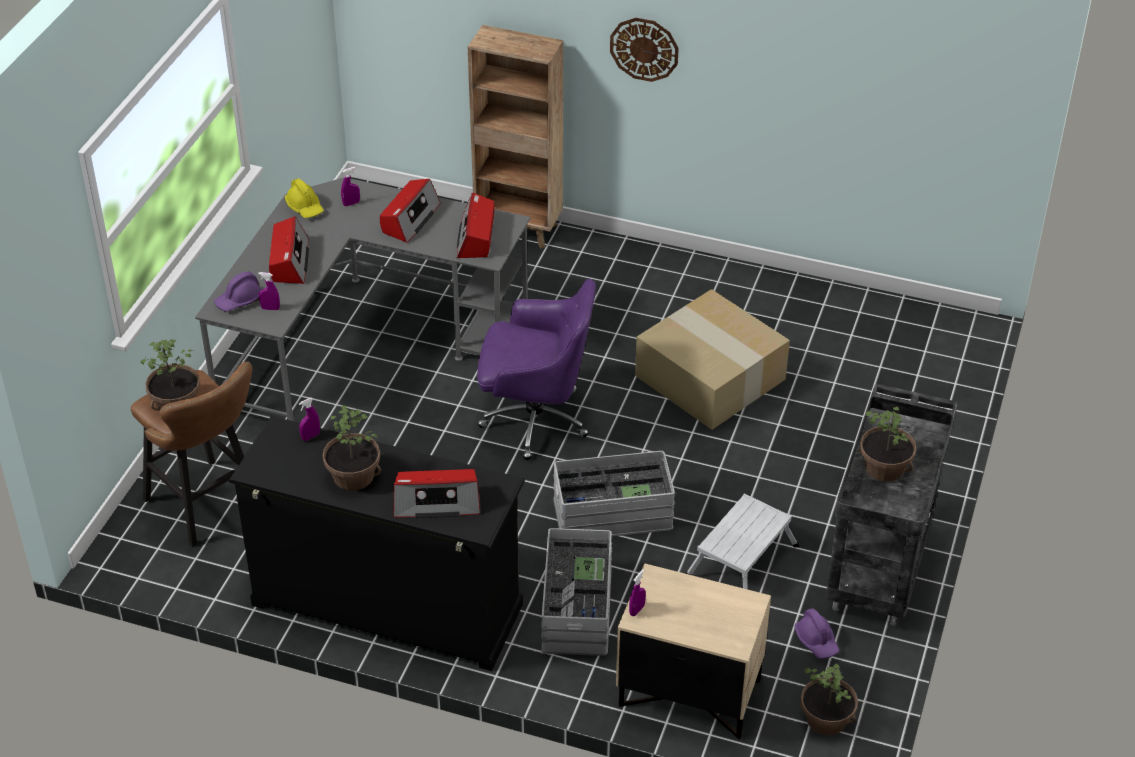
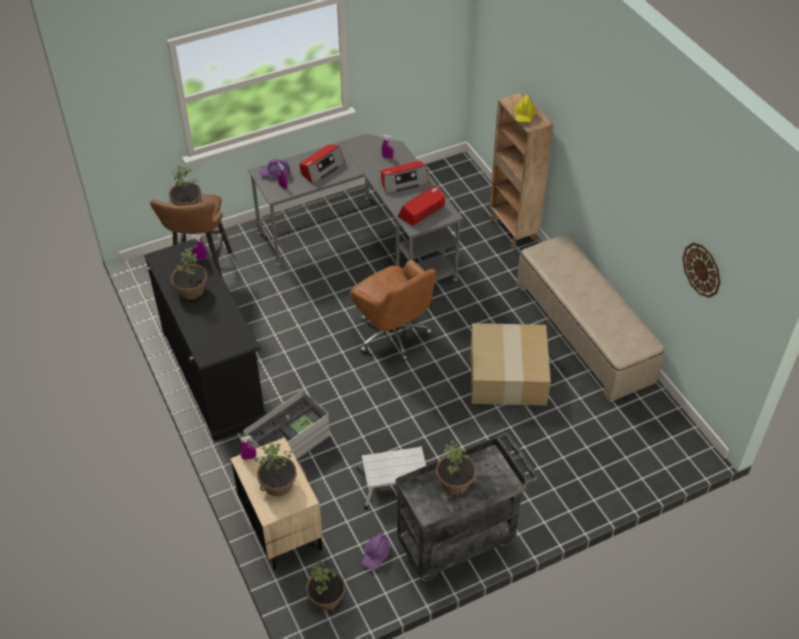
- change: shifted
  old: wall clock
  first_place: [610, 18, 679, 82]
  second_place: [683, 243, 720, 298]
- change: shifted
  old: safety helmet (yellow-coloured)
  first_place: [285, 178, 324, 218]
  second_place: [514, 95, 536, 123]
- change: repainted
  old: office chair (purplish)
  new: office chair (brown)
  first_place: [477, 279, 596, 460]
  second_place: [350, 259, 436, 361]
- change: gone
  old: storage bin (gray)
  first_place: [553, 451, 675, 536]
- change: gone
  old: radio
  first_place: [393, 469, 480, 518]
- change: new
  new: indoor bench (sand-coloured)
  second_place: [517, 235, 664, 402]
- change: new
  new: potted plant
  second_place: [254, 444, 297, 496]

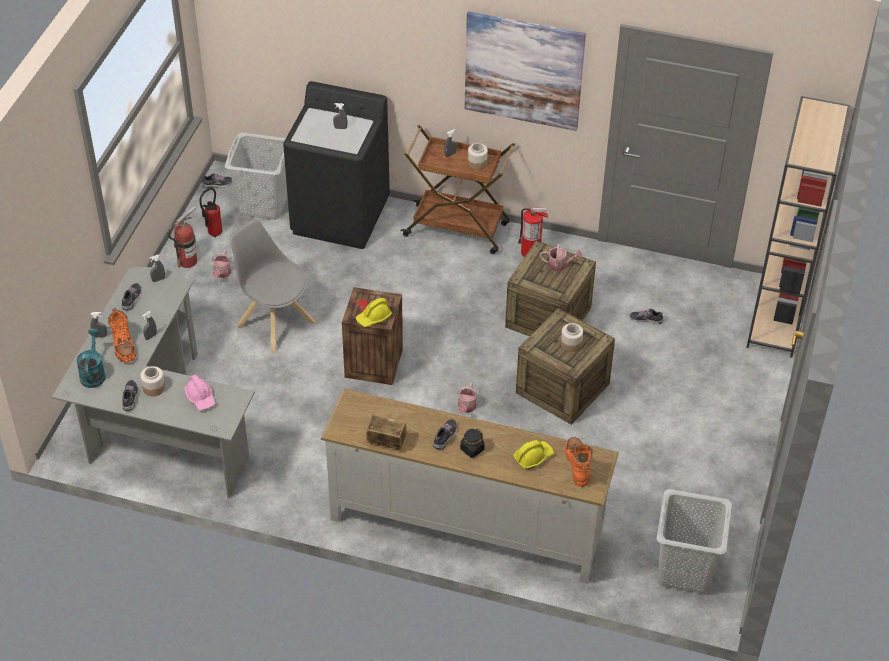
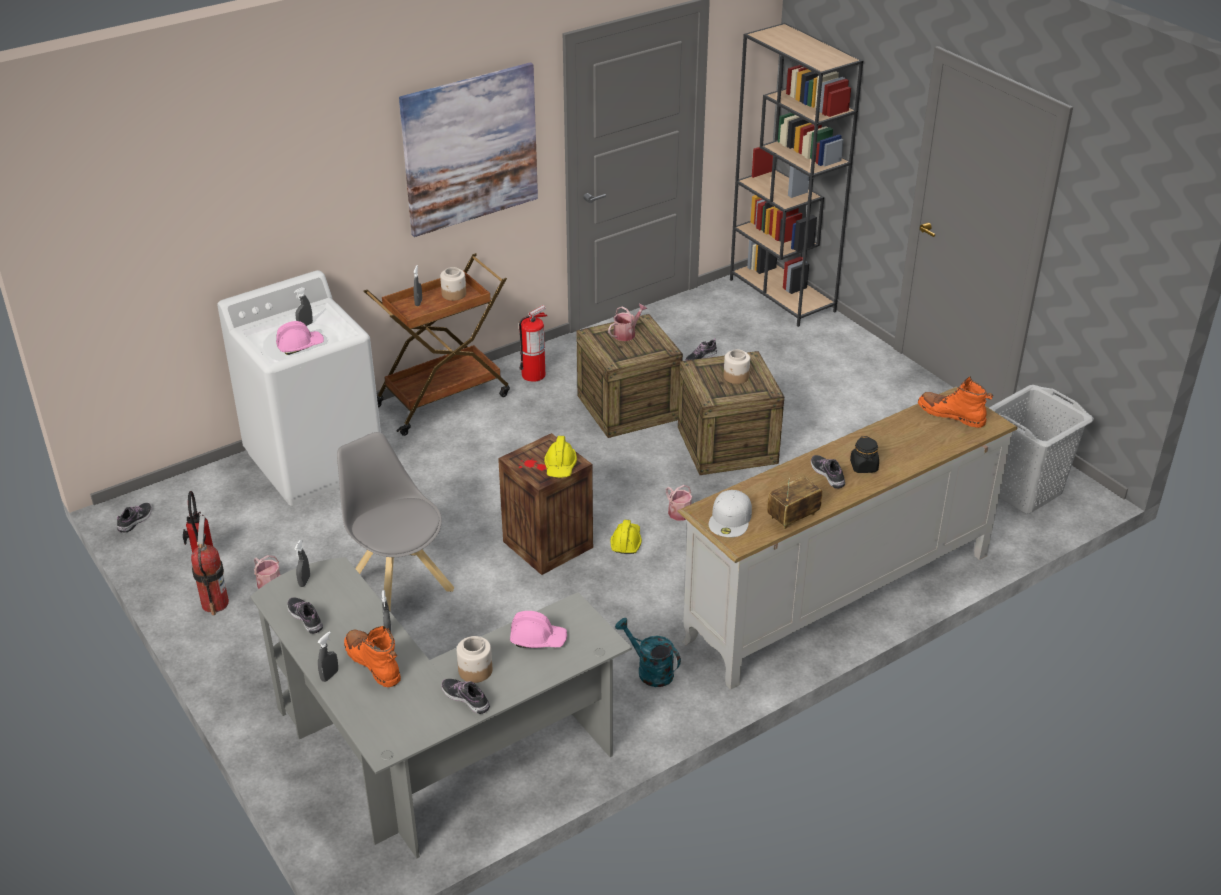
- change: repainted
  old: laundry machine (black)
  new: laundry machine (whitish)
  first_place: [283, 81, 390, 249]
  second_place: [217, 270, 381, 506]
- change: gone
  old: laundry basket (gray)
  first_place: [225, 132, 287, 220]
- change: rotated
  old: chair (gray)
  first_place: [230, 219, 315, 353]
  second_place: [337, 432, 454, 611]
  degrees: 60
- change: rotated
  old: boot (orange-coloured)
  first_place: [108, 308, 136, 363]
  second_place: [344, 626, 401, 687]
  degrees: -150
- change: shifted
  old: watering pot (blue-green)
  first_place: [76, 329, 106, 388]
  second_place: [615, 618, 681, 687]
- change: shifted
  old: safety helmet (yellow-coloured)
  first_place: [514, 440, 554, 469]
  second_place: [610, 520, 642, 554]
- change: new
  new: safety helmet (pinkish)
  second_place: [276, 321, 324, 355]
- change: new
  new: peaked cap (whitish)
  second_place: [709, 490, 752, 537]

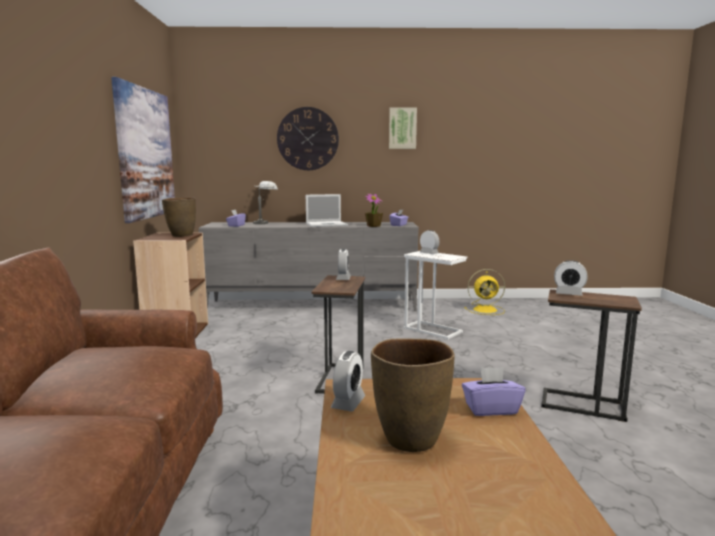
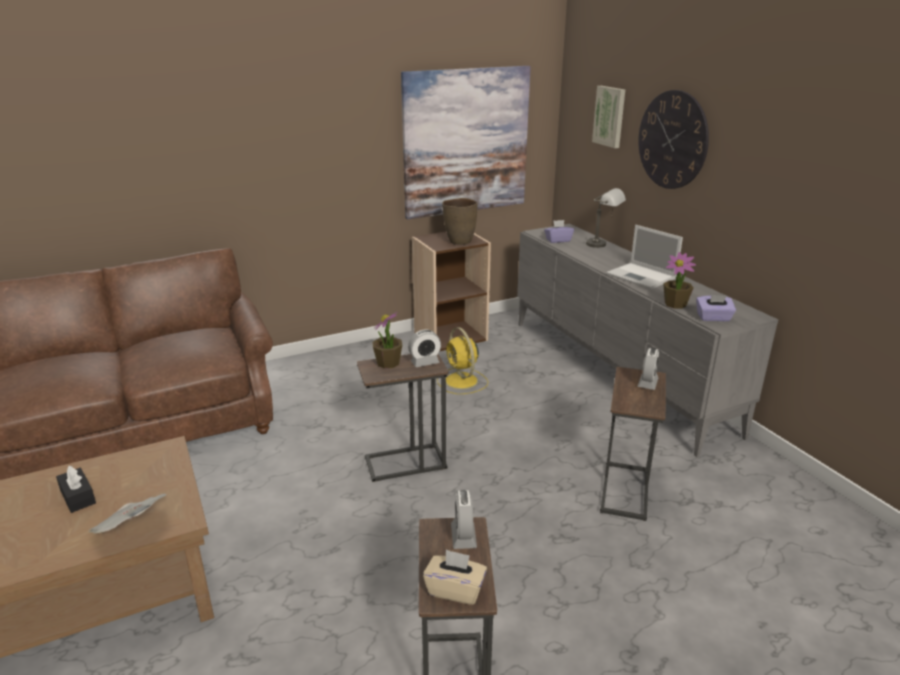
- change: shifted
  old: wall art
  first_place: [389, 107, 417, 149]
  second_place: [592, 86, 625, 148]
- change: repainted
  old: accent table (whitish)
  new: accent table (brown)
  first_place: [404, 251, 467, 340]
  second_place: [600, 367, 666, 521]
- change: shifted
  old: fan (yellow-coloured)
  first_place: [465, 269, 505, 315]
  second_place: [437, 327, 488, 394]
- change: swapped
  old: decorative vase (brown)
  new: tissue box (black)
  first_place: [371, 338, 455, 452]
  second_place: [56, 466, 96, 513]
- change: gone
  old: table clock
  first_place: [331, 351, 365, 412]
- change: swapped
  old: tissue box (purplish)
  new: daily paper
  first_place: [462, 367, 526, 416]
  second_place: [89, 493, 166, 533]
- change: new
  new: potted plant
  second_place: [372, 311, 402, 369]
- change: new
  new: tissue box (sand-coloured)
  second_place: [423, 549, 487, 605]

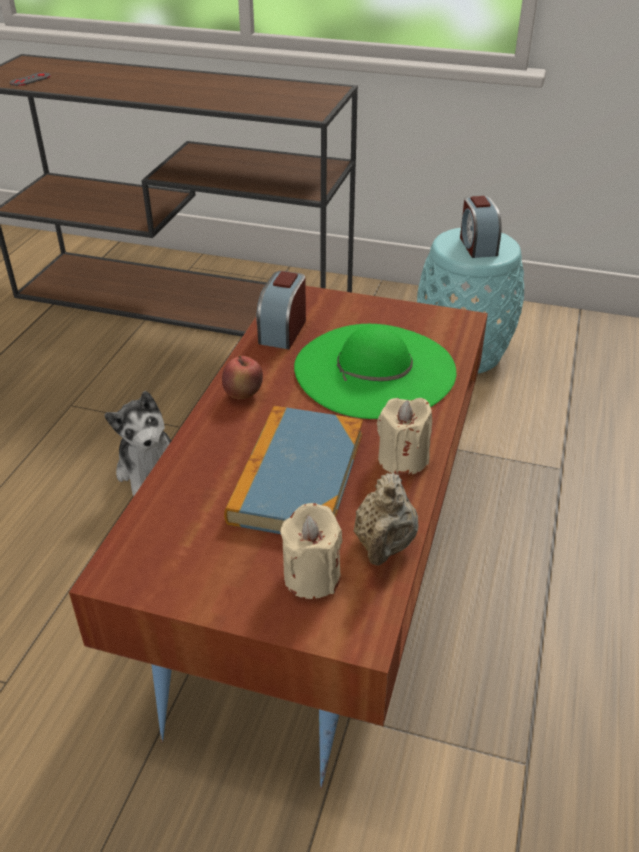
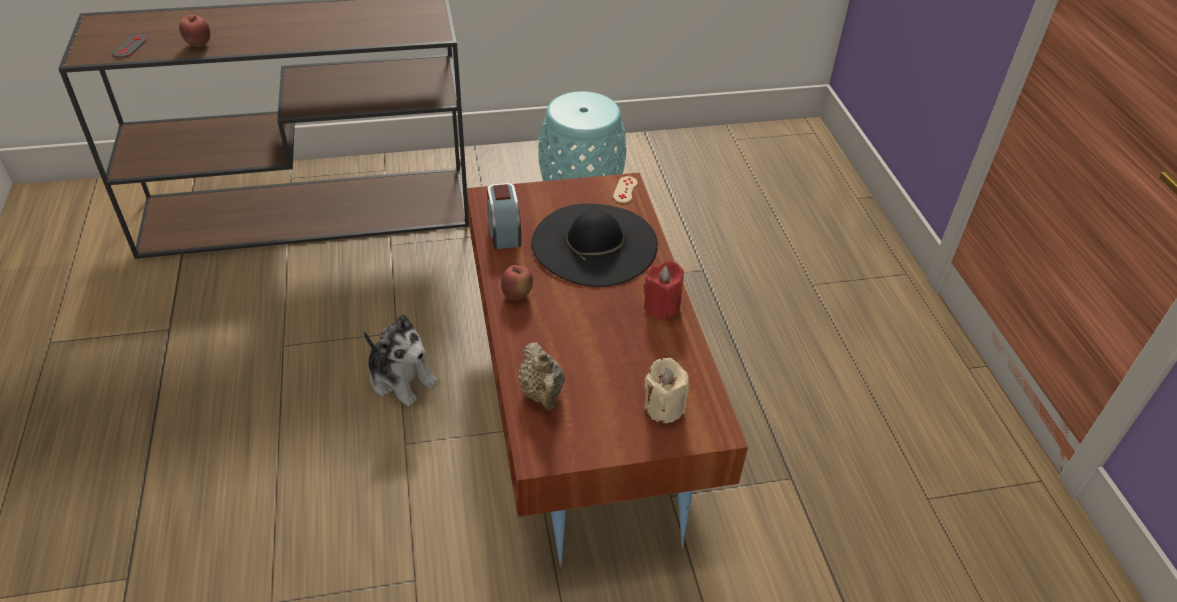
- change: gone
  old: table clock
  first_place: [460, 196, 502, 258]
- change: repainted
  old: clothing hat (greenish)
  new: clothing hat (black)
  first_place: [294, 324, 456, 419]
  second_place: [531, 204, 658, 287]
- change: repainted
  old: wax light (sand-coloured)
  new: wax light (red)
  first_place: [377, 398, 432, 475]
  second_place: [644, 261, 684, 320]
- change: gone
  old: book
  first_place: [224, 406, 363, 534]
- change: shifted
  old: teapot (sand-coloured)
  first_place: [354, 473, 418, 565]
  second_place: [518, 342, 565, 410]
- change: new
  new: apple
  second_place: [179, 15, 210, 47]
- change: new
  new: gamepad (sand-coloured)
  second_place: [613, 176, 638, 203]

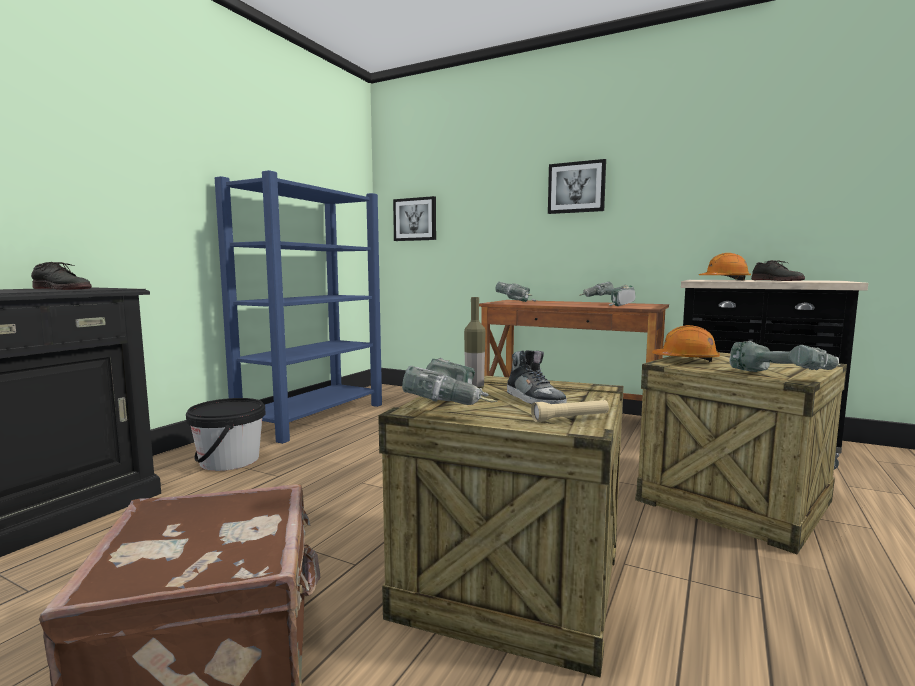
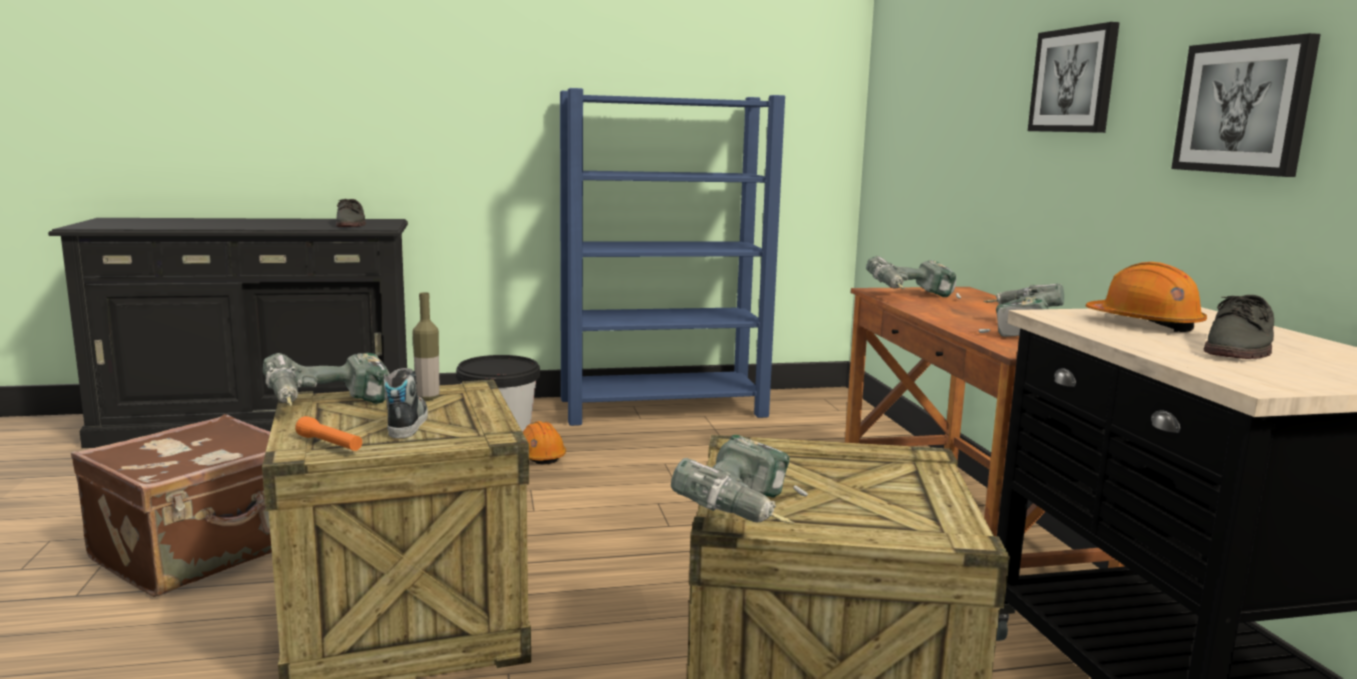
- change: shifted
  old: wall art
  first_place: [393, 196, 436, 241]
  second_place: [1171, 33, 1321, 177]
- change: shifted
  old: safety helmet (orange-coloured)
  first_place: [652, 325, 720, 362]
  second_place: [523, 421, 566, 464]
- change: rotated
  old: low shoe
  first_place: [507, 350, 567, 404]
  second_place: [383, 368, 428, 439]
  degrees: 150
- change: repainted
  old: torch (sand-coloured)
  new: torch (orange-coloured)
  first_place: [531, 400, 609, 422]
  second_place: [295, 416, 362, 451]

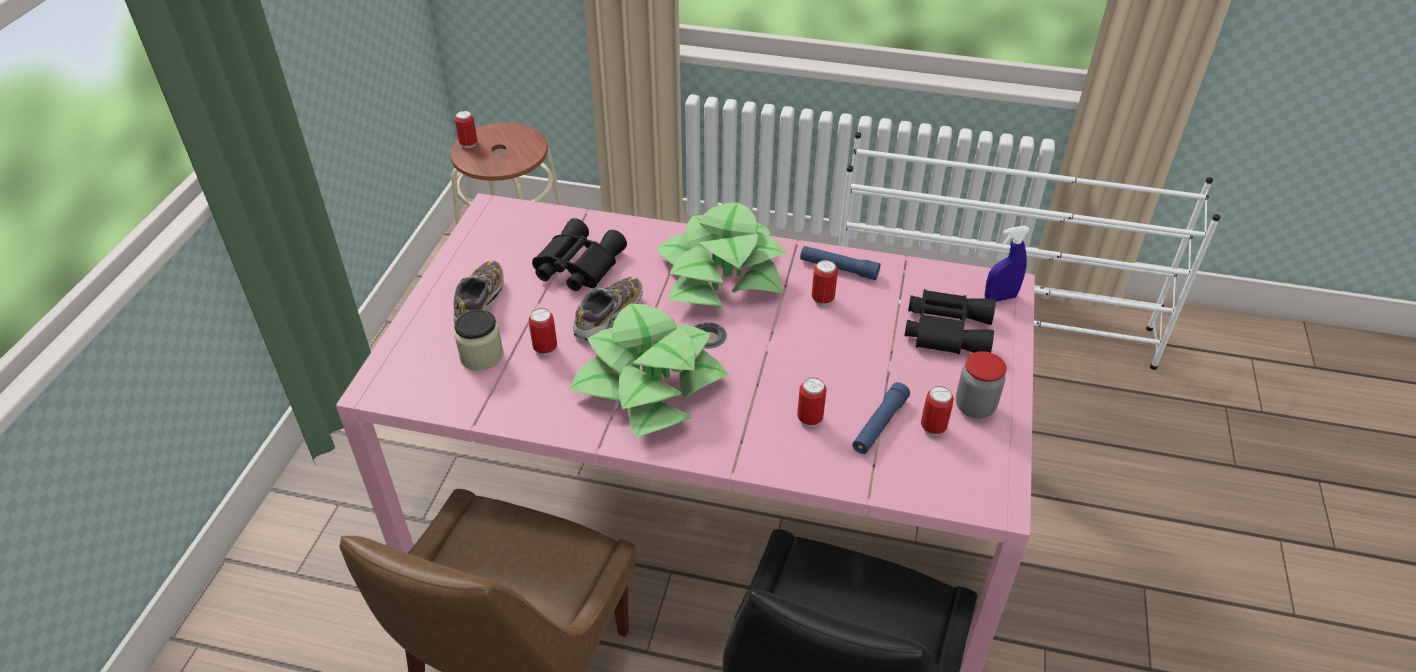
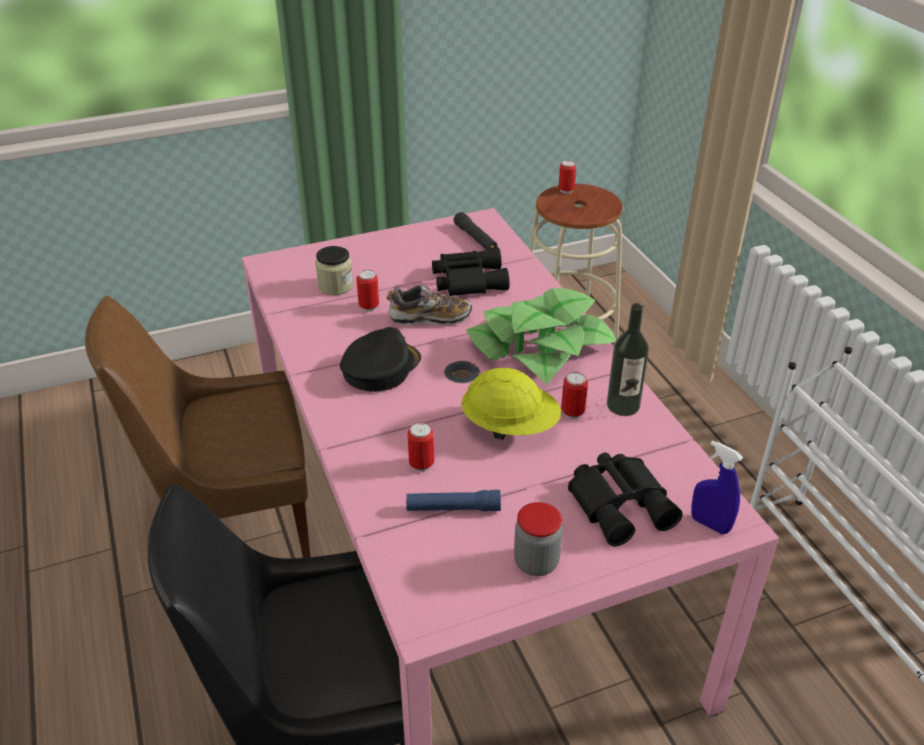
- change: swapped
  old: torch (blue)
  new: drink bottle
  first_place: [800, 246, 880, 280]
  second_place: [607, 303, 649, 416]
- change: gone
  old: low shoe
  first_place: [453, 260, 504, 325]
- change: swapped
  old: potted plant
  new: peaked cap (black)
  first_place: [569, 304, 729, 437]
  second_place: [340, 327, 421, 392]
- change: gone
  old: metal can
  first_place: [921, 386, 954, 435]
- change: new
  new: torch (black)
  second_place: [454, 212, 497, 250]
- change: new
  new: safety helmet (yellow-coloured)
  second_place: [461, 368, 561, 440]

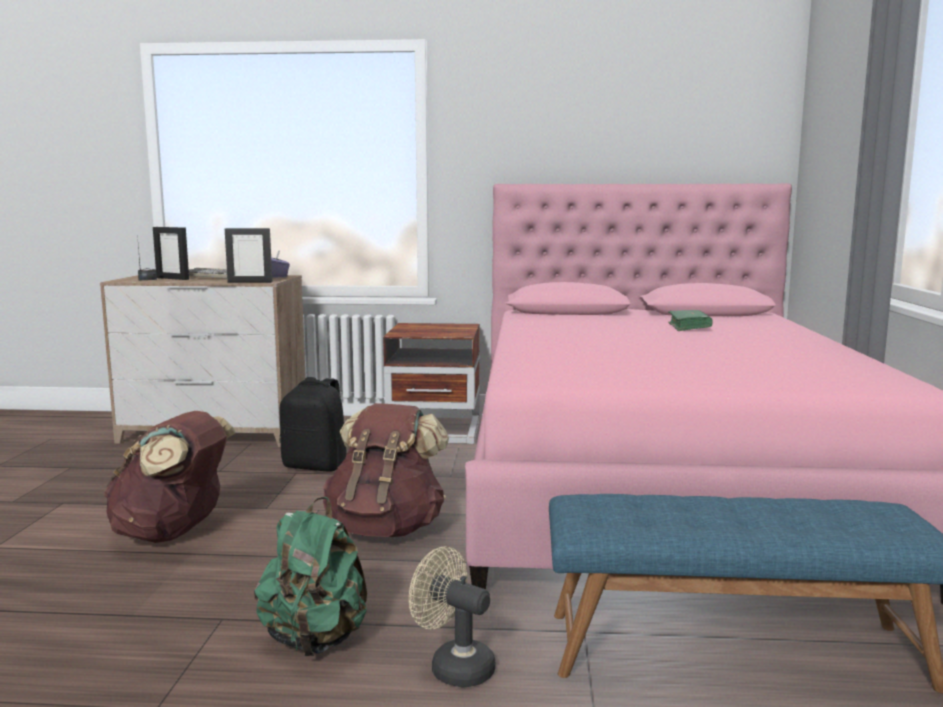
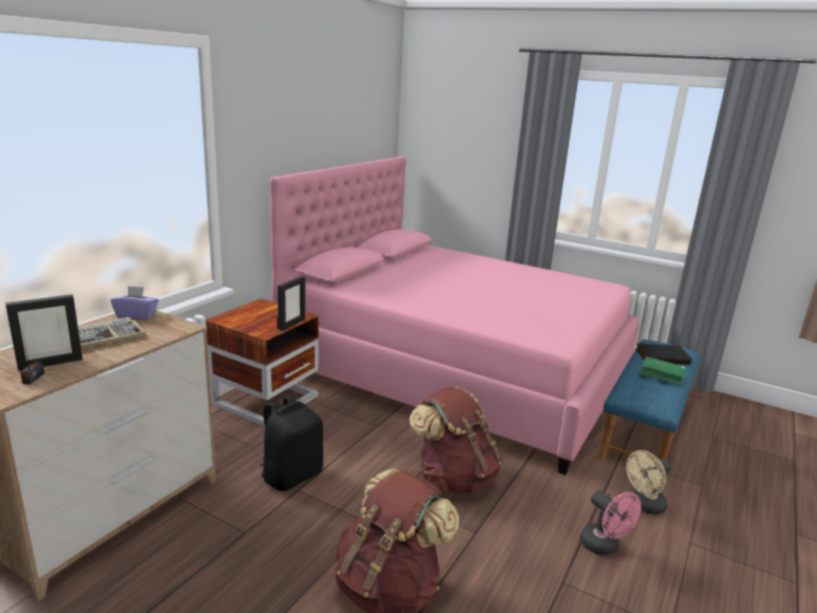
- change: shifted
  old: picture frame
  first_place: [225, 228, 272, 282]
  second_place: [277, 276, 305, 331]
- change: shifted
  old: book (greenish)
  first_place: [668, 310, 713, 331]
  second_place: [639, 357, 687, 386]
- change: swapped
  old: backpack (greenish)
  new: fan (pinkish)
  first_place: [254, 497, 367, 656]
  second_place: [580, 490, 641, 555]
- change: new
  new: book (black)
  second_place: [635, 343, 692, 365]

